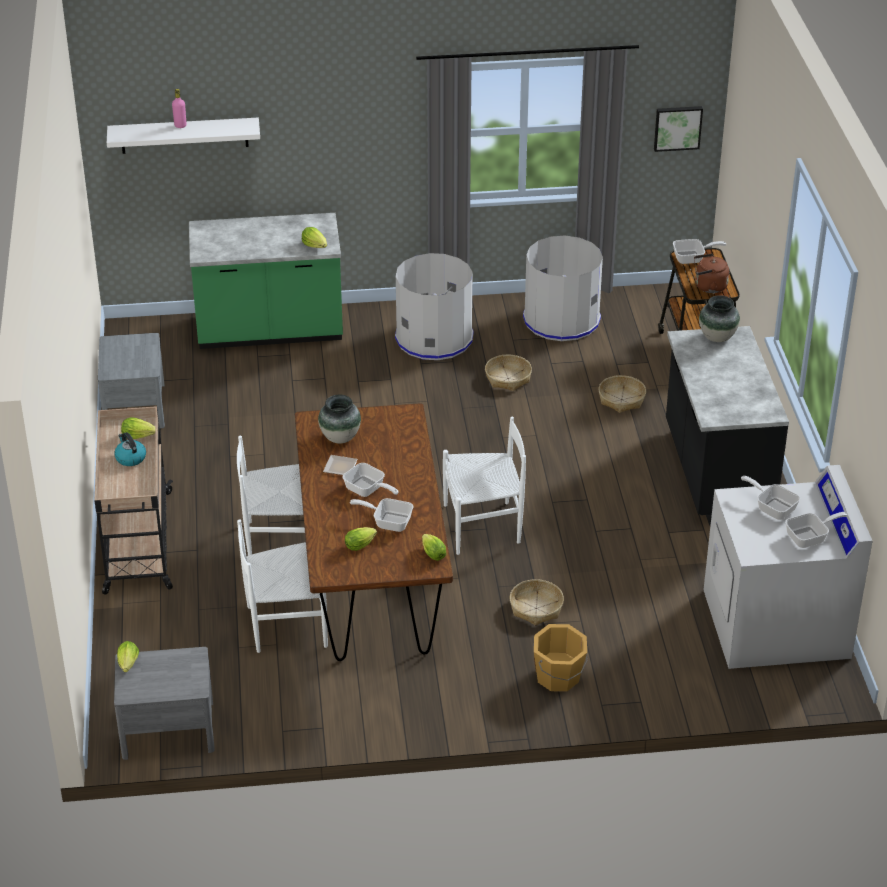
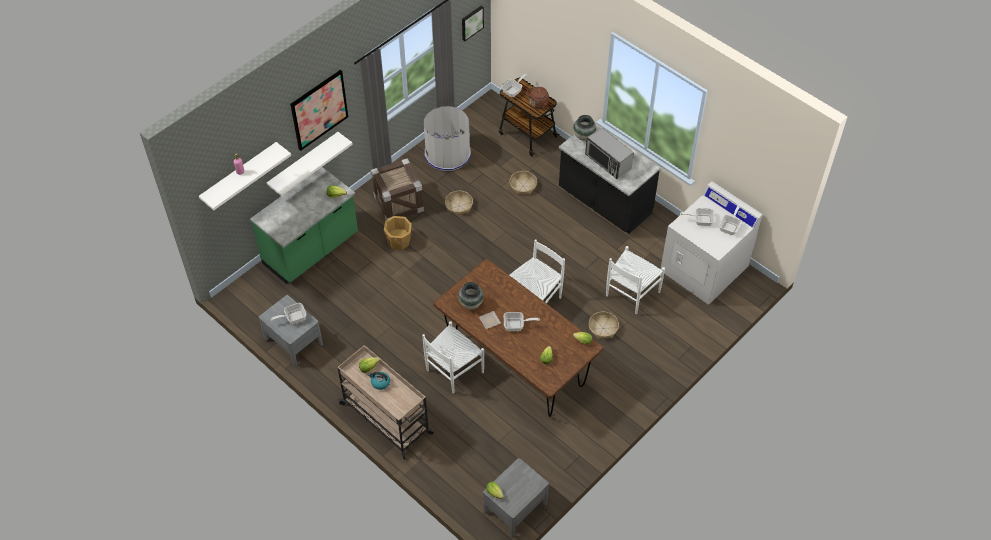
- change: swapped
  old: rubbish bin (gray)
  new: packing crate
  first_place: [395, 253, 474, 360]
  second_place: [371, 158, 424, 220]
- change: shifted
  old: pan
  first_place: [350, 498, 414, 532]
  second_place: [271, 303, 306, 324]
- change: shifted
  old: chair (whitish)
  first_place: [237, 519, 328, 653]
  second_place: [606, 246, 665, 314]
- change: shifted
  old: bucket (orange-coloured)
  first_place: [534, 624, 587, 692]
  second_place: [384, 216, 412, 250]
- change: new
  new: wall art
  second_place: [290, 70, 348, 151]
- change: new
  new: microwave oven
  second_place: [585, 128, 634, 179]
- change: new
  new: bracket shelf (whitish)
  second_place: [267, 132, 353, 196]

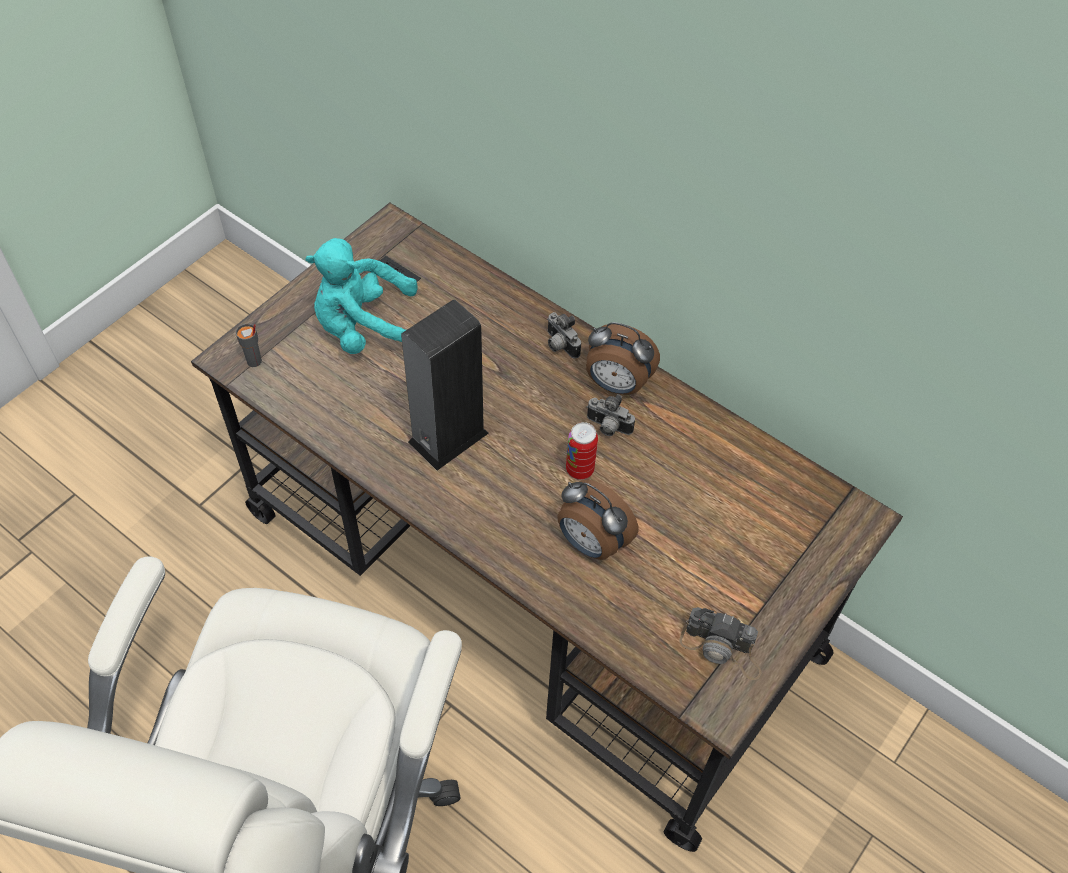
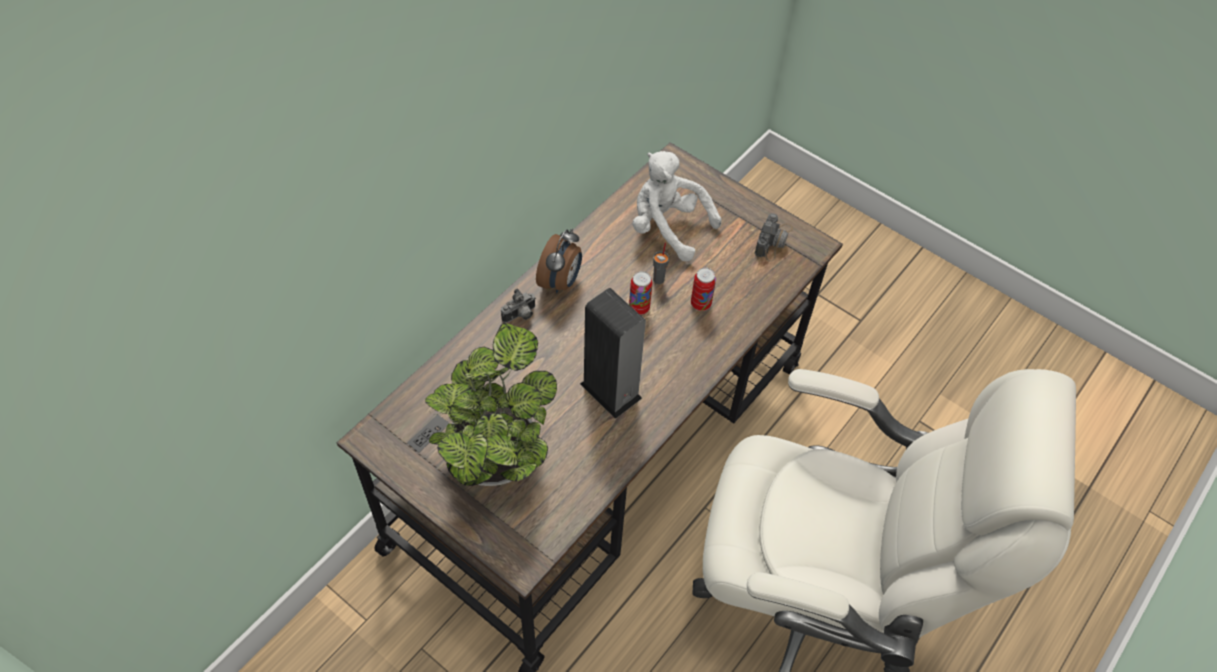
- change: swapped
  old: soft toy (blue-green)
  new: potted plant
  first_place: [305, 238, 418, 354]
  second_place: [425, 323, 557, 486]
- change: shifted
  old: drinking cup (gray)
  first_place: [236, 324, 262, 367]
  second_place: [653, 242, 669, 284]
- change: gone
  old: photo camera
  first_place: [587, 394, 635, 436]
- change: swapped
  old: table clock
  new: metal can
  first_place: [557, 479, 638, 560]
  second_place: [691, 267, 716, 311]
- change: new
  new: soft toy (whitish)
  second_place: [632, 151, 722, 262]

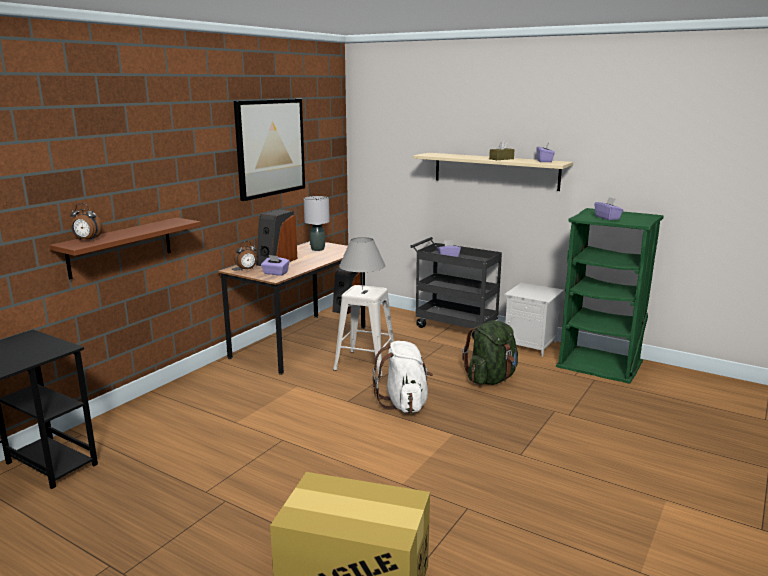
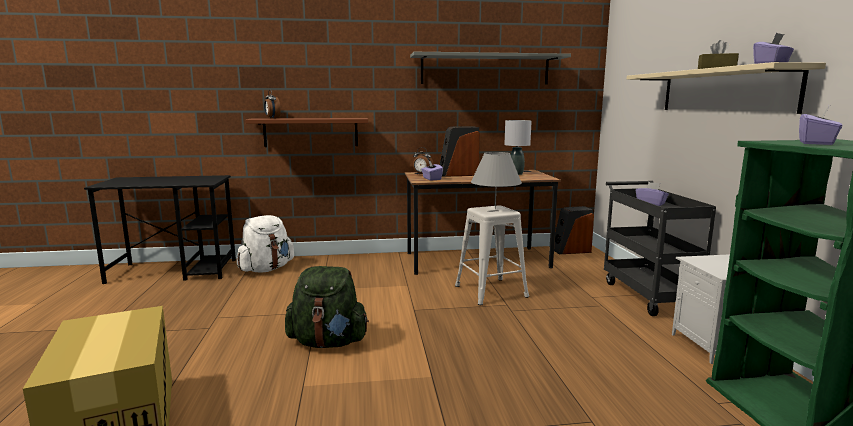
- change: swapped
  old: wall art
  new: bracket shelf (gray)
  first_place: [234, 99, 305, 201]
  second_place: [410, 52, 571, 84]
- change: shifted
  old: backpack (greenish)
  first_place: [462, 320, 518, 385]
  second_place: [285, 266, 369, 348]
- change: shifted
  old: backpack (whitish)
  first_place: [373, 341, 433, 413]
  second_place: [237, 215, 294, 273]

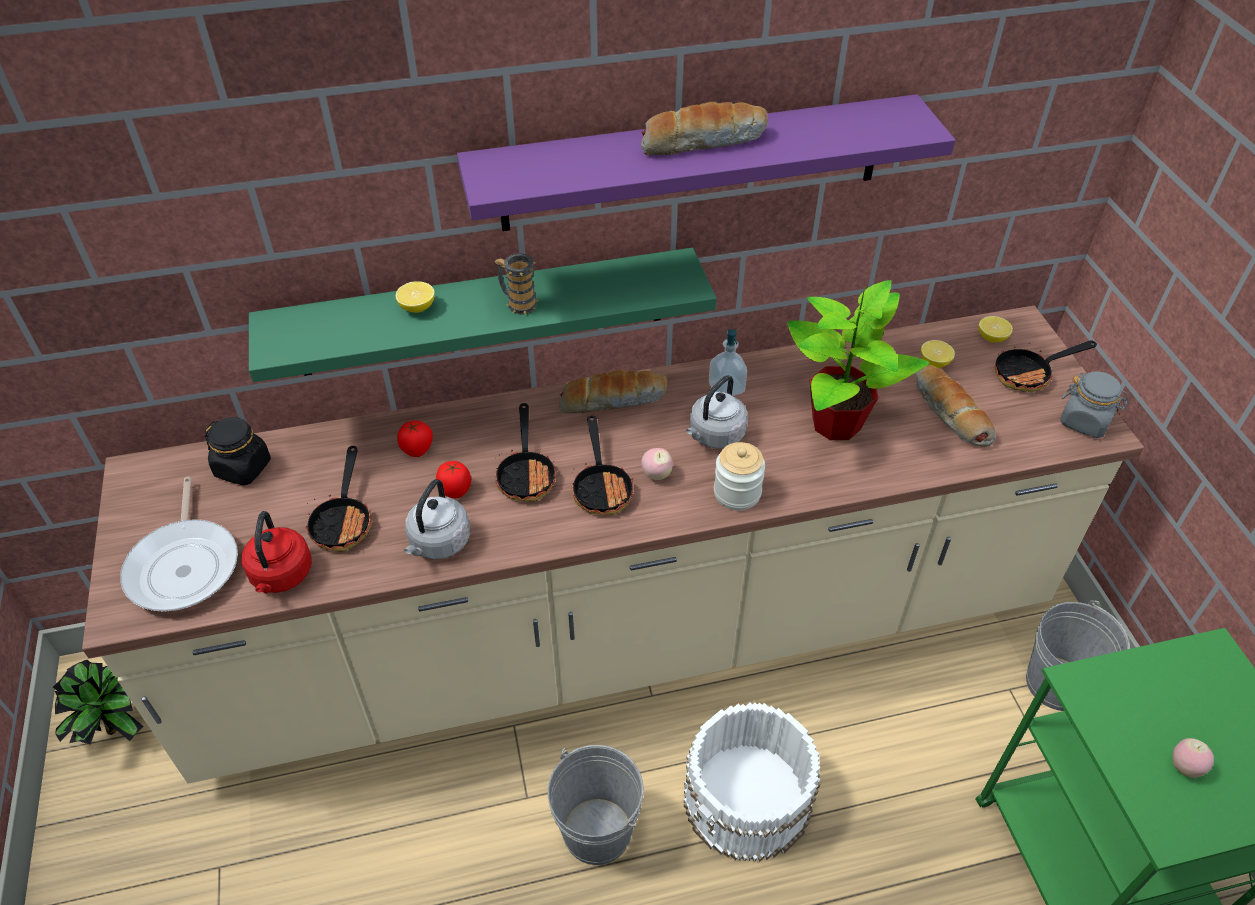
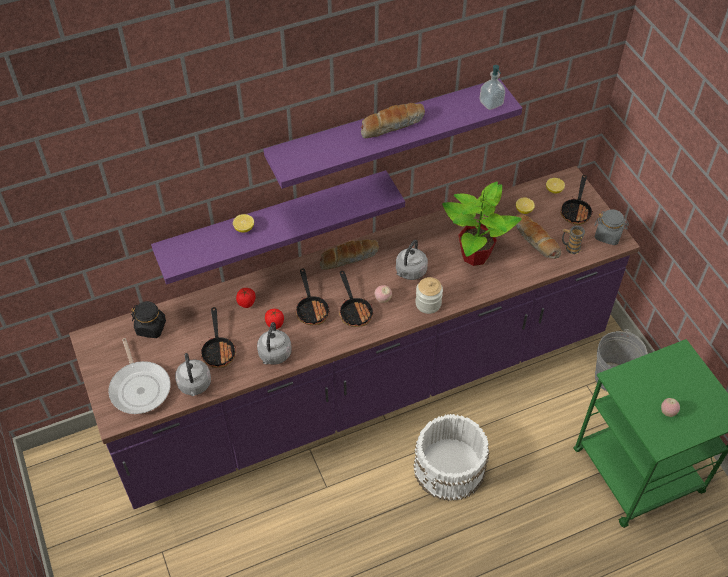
- change: repainted
  old: bracket shelf (greenish)
  new: bracket shelf (purplish)
  first_place: [249, 248, 716, 382]
  second_place: [151, 170, 405, 284]
- change: shifted
  old: coffee mug
  first_place: [495, 253, 538, 314]
  second_place: [562, 225, 586, 254]
- change: repainted
  old: kitchen base unit (sand-coloured)
  new: kitchen base unit (purplish)
  first_place: [82, 306, 1144, 784]
  second_place: [69, 166, 640, 509]
- change: shifted
  old: soap bottle
  first_place: [709, 329, 747, 396]
  second_place: [480, 65, 505, 110]
- change: rotated
  old: pan
  first_place: [995, 340, 1097, 392]
  second_place: [560, 175, 593, 225]
  degrees: -45
- change: repainted
  old: kettle (red)
  new: kettle (gray)
  first_place: [242, 511, 312, 593]
  second_place: [175, 353, 211, 396]
- change: gone
  old: potted plant
  first_place: [53, 660, 144, 745]
- change: gone
  old: bucket (gray)
  first_place: [548, 745, 644, 865]

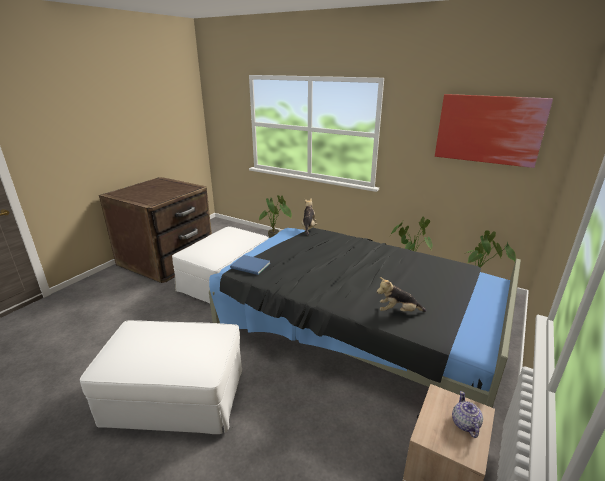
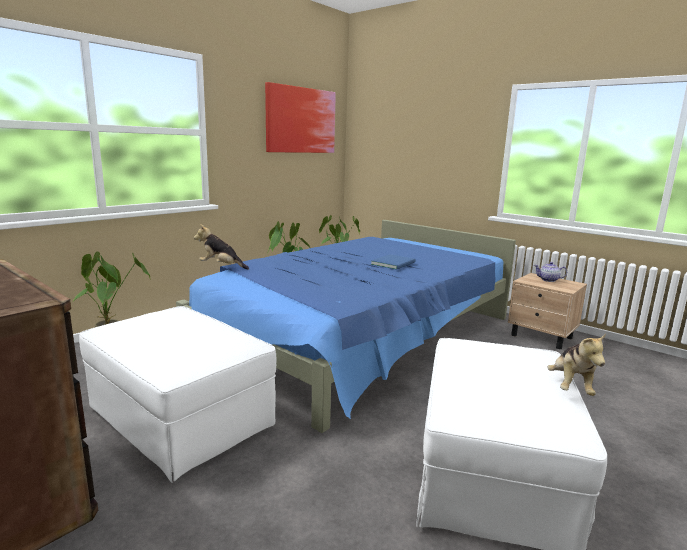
- change: repainted
  old: bed (black)
  new: bed (blue)
  first_place: [209, 228, 521, 408]
  second_place: [176, 220, 516, 433]
- change: shifted
  old: book (blue)
  first_place: [230, 255, 270, 275]
  second_place: [371, 254, 416, 270]
- change: shifted
  old: soft toy
  first_place: [377, 277, 426, 312]
  second_place: [548, 333, 606, 396]

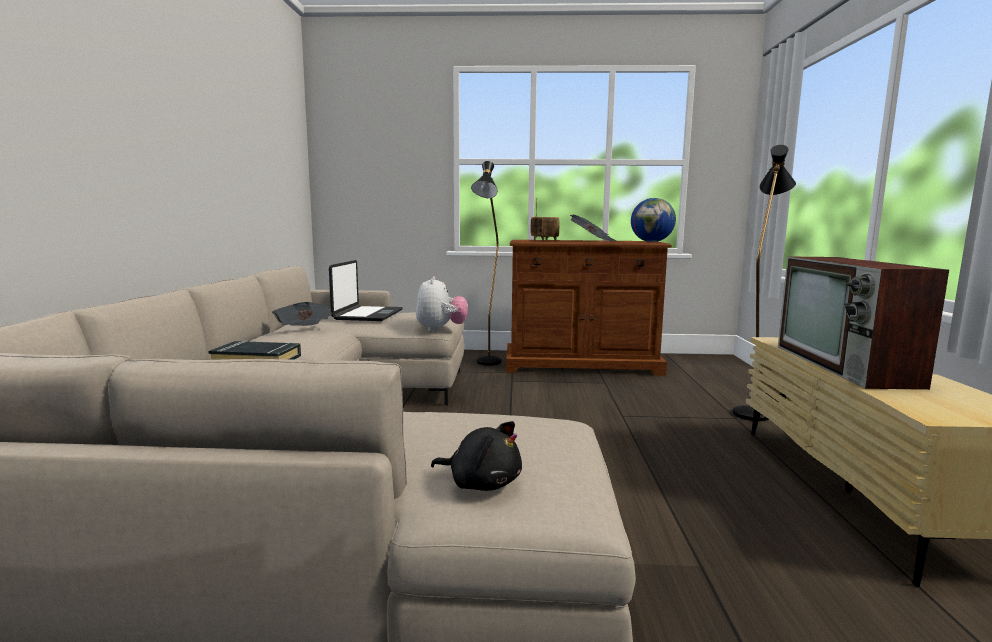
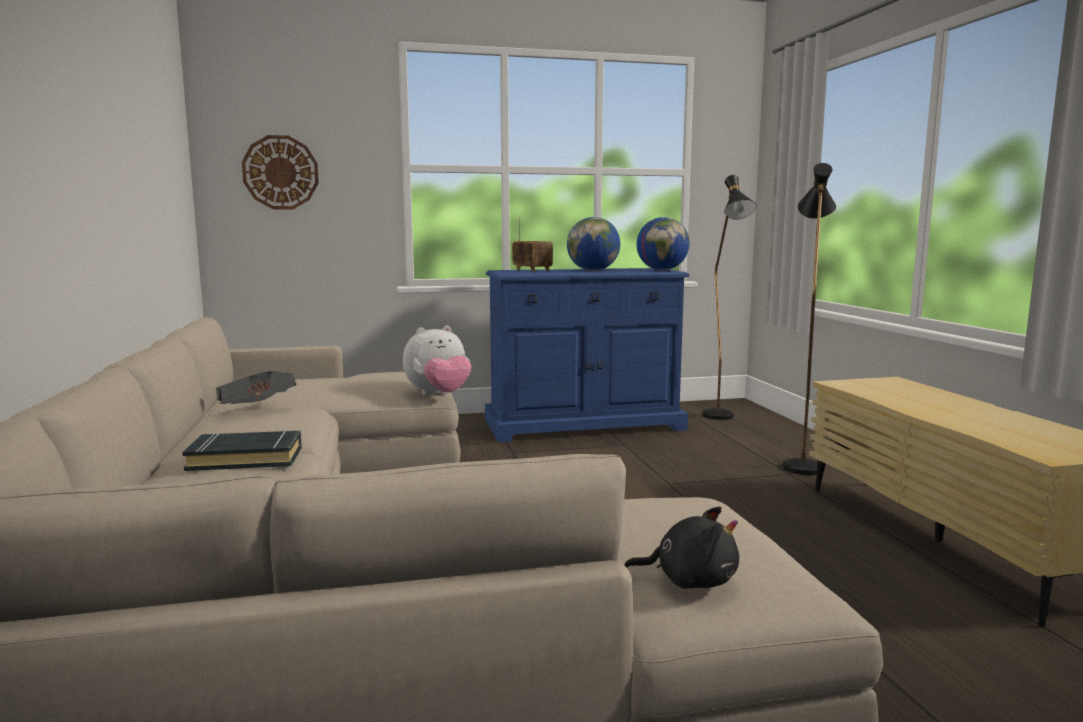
- change: shifted
  old: standing lamp (black)
  first_place: [471, 161, 502, 366]
  second_place: [702, 175, 757, 420]
- change: swapped
  old: daily paper
  new: desk globe
  first_place: [570, 215, 616, 241]
  second_place: [567, 217, 620, 271]
- change: repainted
  old: drawer chest (brown)
  new: drawer chest (blue)
  first_place: [506, 240, 672, 376]
  second_place: [485, 268, 689, 442]
- change: gone
  old: TV
  first_place: [778, 256, 949, 390]
- change: gone
  old: notebook computer
  first_place: [329, 260, 403, 321]
- change: rotated
  old: soft toy
  first_place: [416, 276, 468, 332]
  second_place: [403, 325, 471, 396]
  degrees: 75
- change: new
  new: wall clock
  second_place: [242, 135, 319, 209]

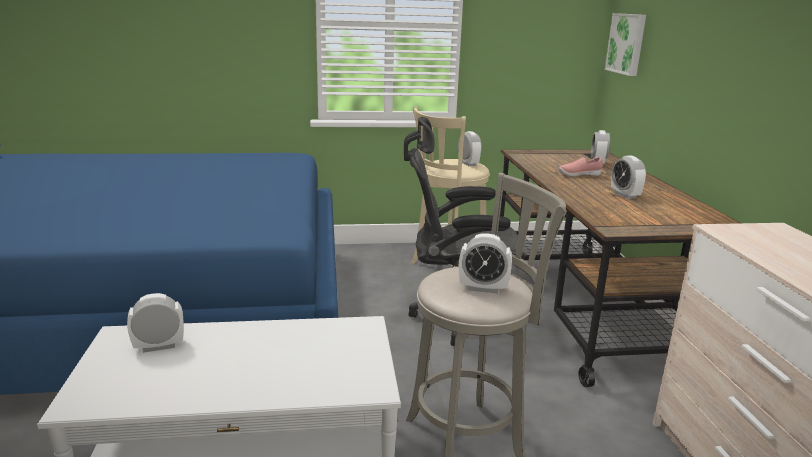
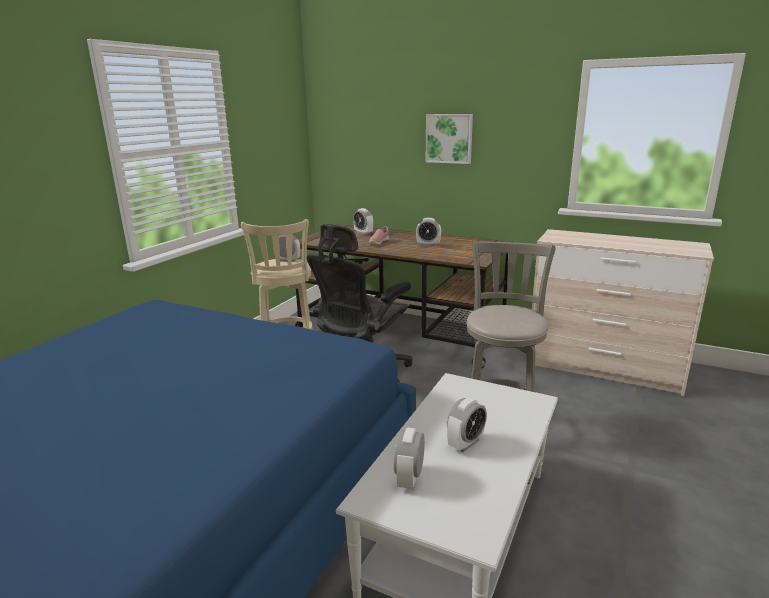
- change: shifted
  old: wall art
  first_place: [605, 13, 646, 76]
  second_place: [426, 114, 473, 164]
- change: shifted
  old: table clock
  first_place: [459, 233, 512, 294]
  second_place: [447, 397, 487, 452]

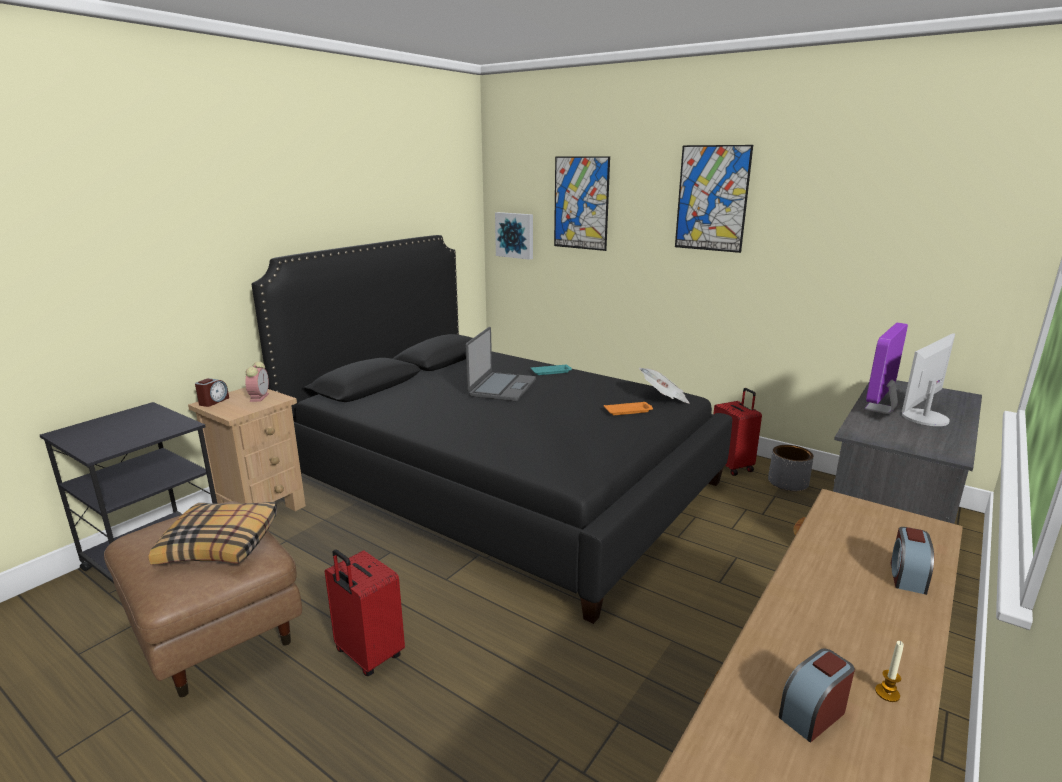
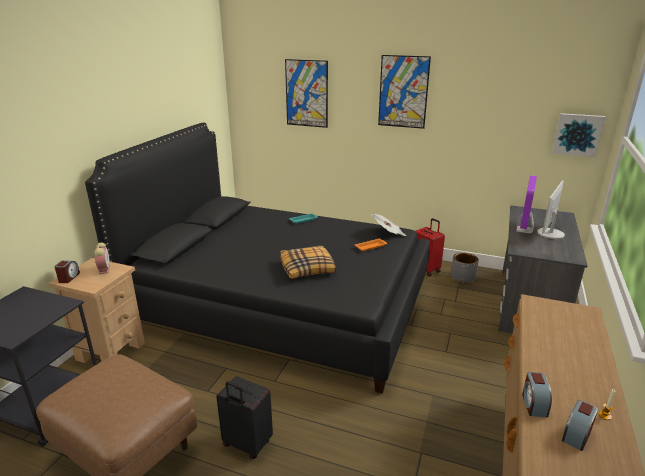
- change: shifted
  old: wall art
  first_place: [495, 212, 533, 260]
  second_place: [552, 113, 606, 157]
- change: gone
  old: notebook computer
  first_place: [465, 327, 536, 401]
- change: shifted
  old: cushion
  first_place: [148, 502, 277, 564]
  second_place: [280, 245, 336, 279]
- change: shifted
  old: table clock
  first_place: [891, 527, 934, 595]
  second_place: [522, 372, 552, 418]
- change: repainted
  old: travel case (red)
  new: travel case (black)
  first_place: [325, 550, 405, 676]
  second_place: [216, 376, 273, 459]

